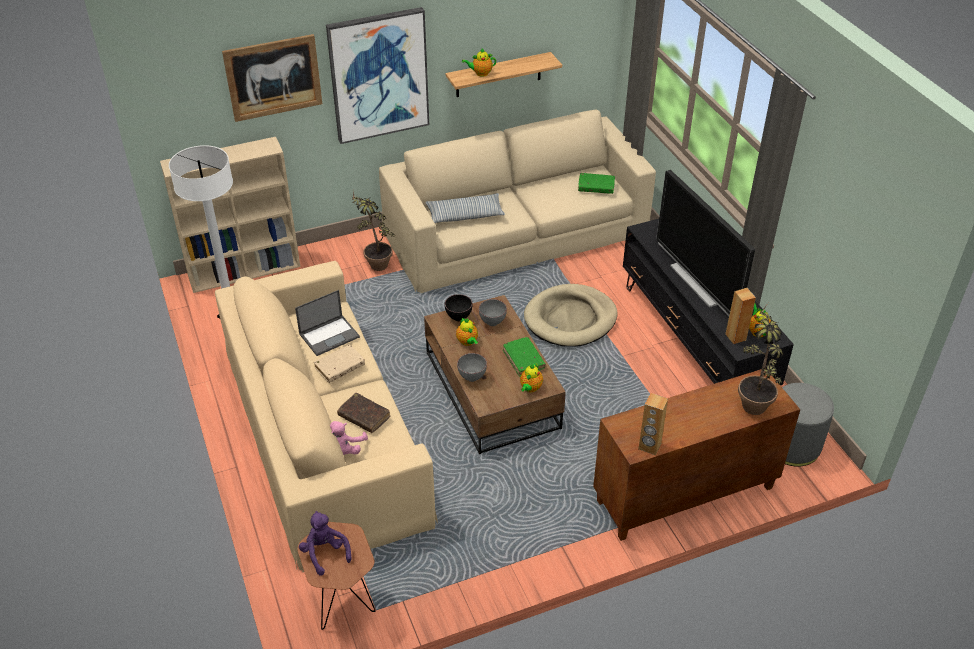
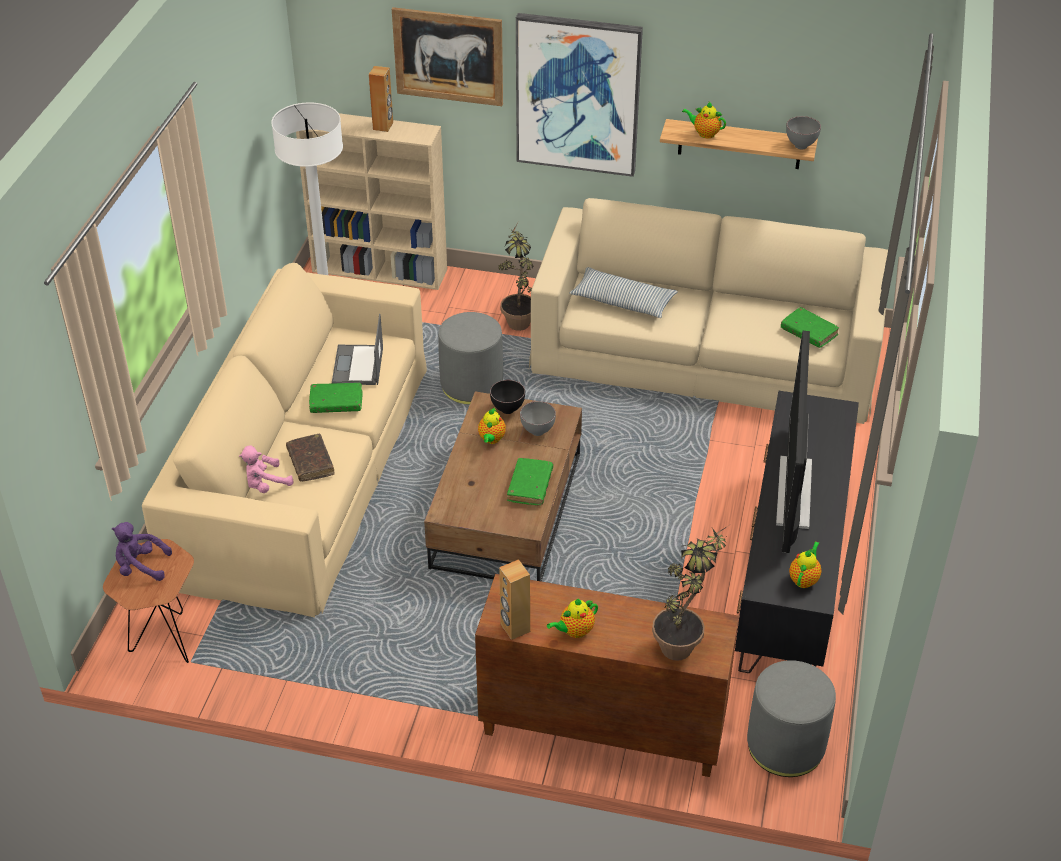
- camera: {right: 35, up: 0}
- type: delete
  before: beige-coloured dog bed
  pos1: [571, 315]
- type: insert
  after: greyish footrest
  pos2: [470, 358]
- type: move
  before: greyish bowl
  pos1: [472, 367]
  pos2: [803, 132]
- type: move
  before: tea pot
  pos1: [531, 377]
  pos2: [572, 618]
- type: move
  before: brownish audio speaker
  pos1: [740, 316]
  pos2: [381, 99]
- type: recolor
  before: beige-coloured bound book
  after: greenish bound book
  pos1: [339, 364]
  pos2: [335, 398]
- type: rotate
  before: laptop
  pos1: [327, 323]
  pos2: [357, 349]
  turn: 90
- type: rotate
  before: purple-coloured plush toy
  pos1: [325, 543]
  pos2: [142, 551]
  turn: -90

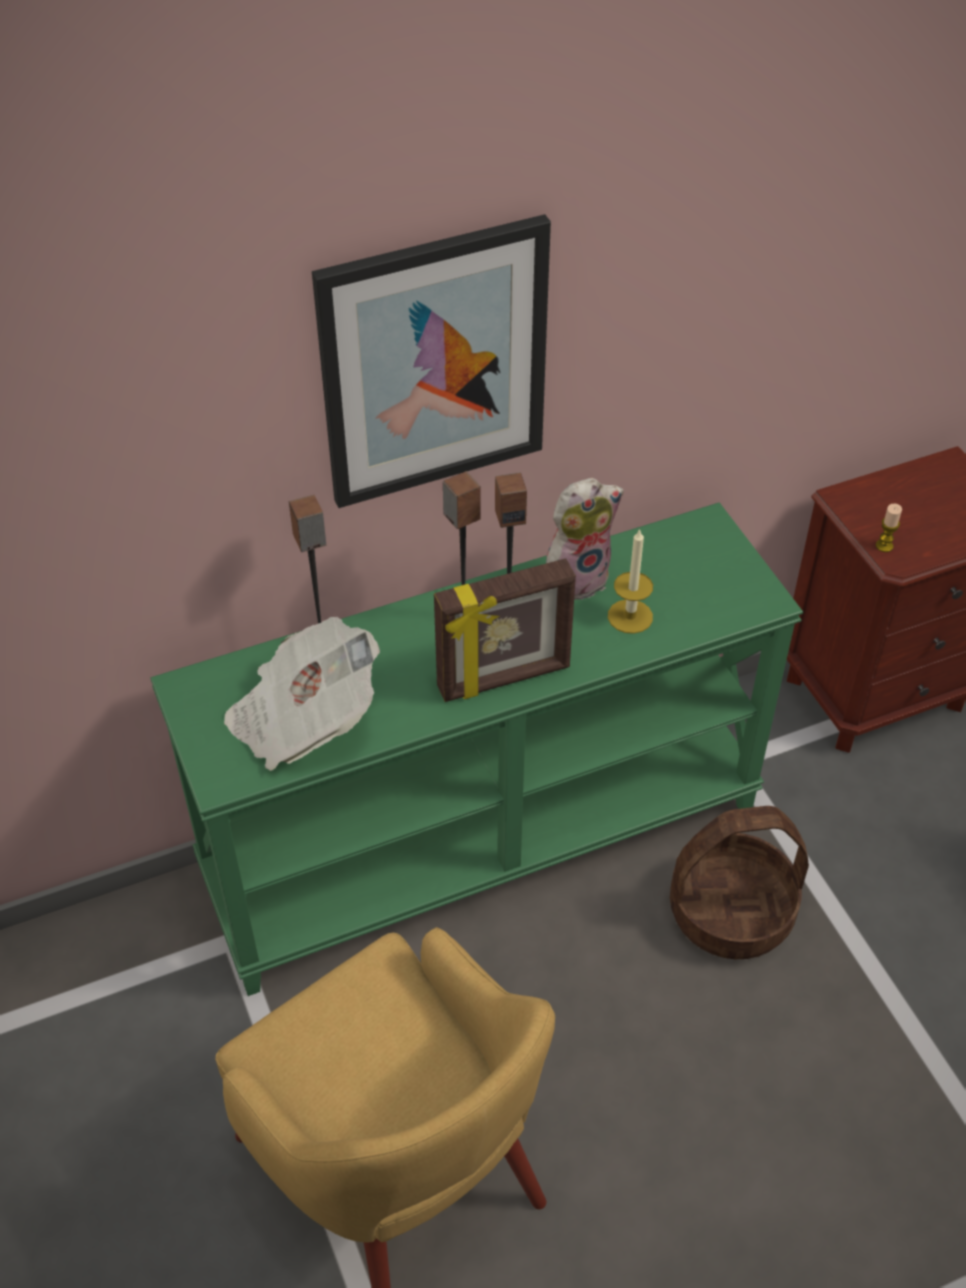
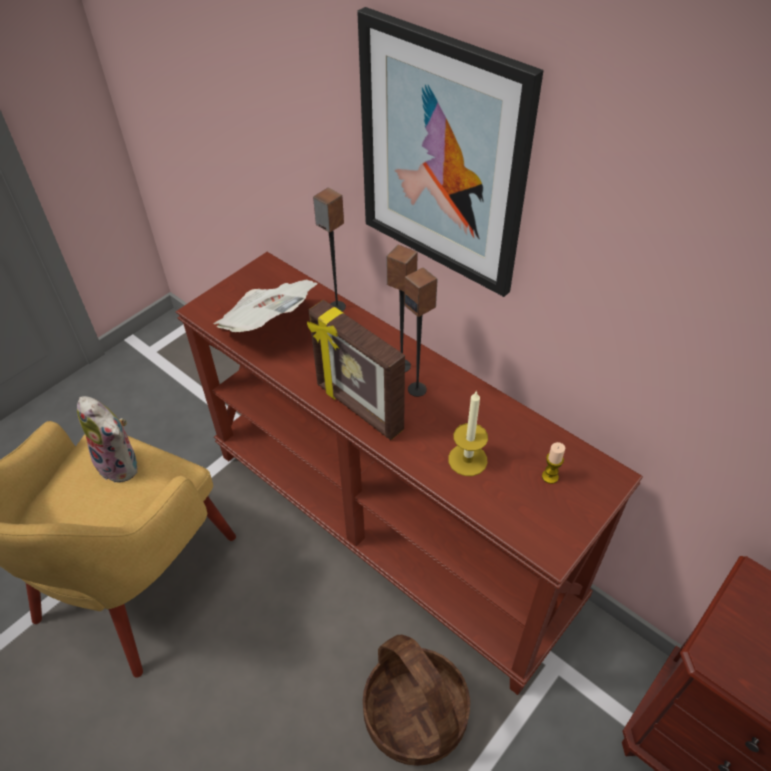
- camera: {right: 65, up: 0}
- type: move
  before: plush toy
  pos1: [585, 539]
  pos2: [107, 439]
- type: move
  before: candle
  pos1: [889, 528]
  pos2: [553, 463]
- type: recolor
  before: greenish hall table
  after: brownish hall table
  pos1: [476, 749]
  pos2: [409, 473]

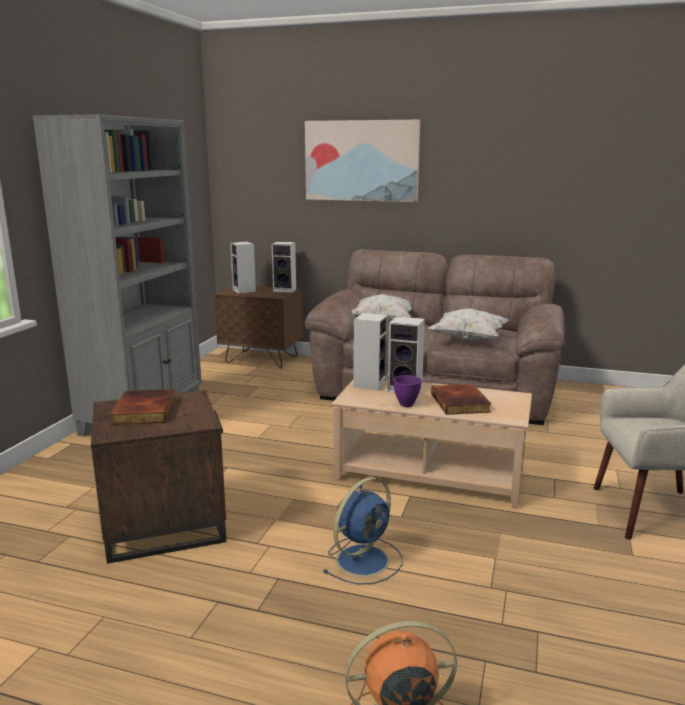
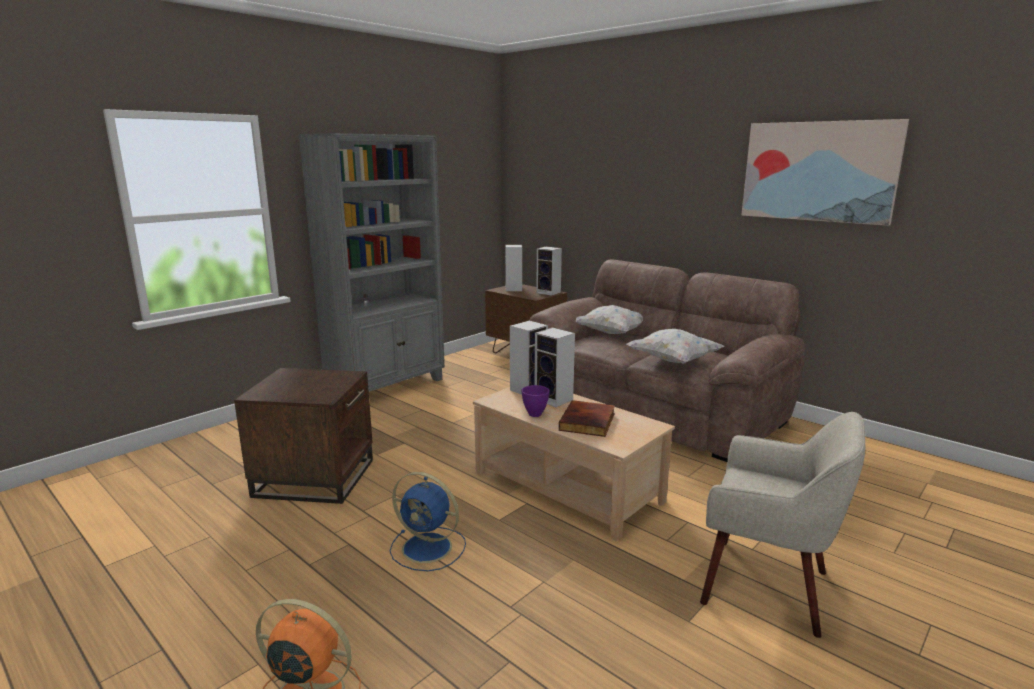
- camera: {right: 25, up: 0}
- type: delete
  before: bound book
  pos1: [142, 407]
- type: move
  before: wall art
  pos1: [362, 161]
  pos2: [825, 172]
- type: rotate
  before: blue-coloured cooling fan
  pos1: [363, 531]
  pos2: [428, 521]
  turn: 45

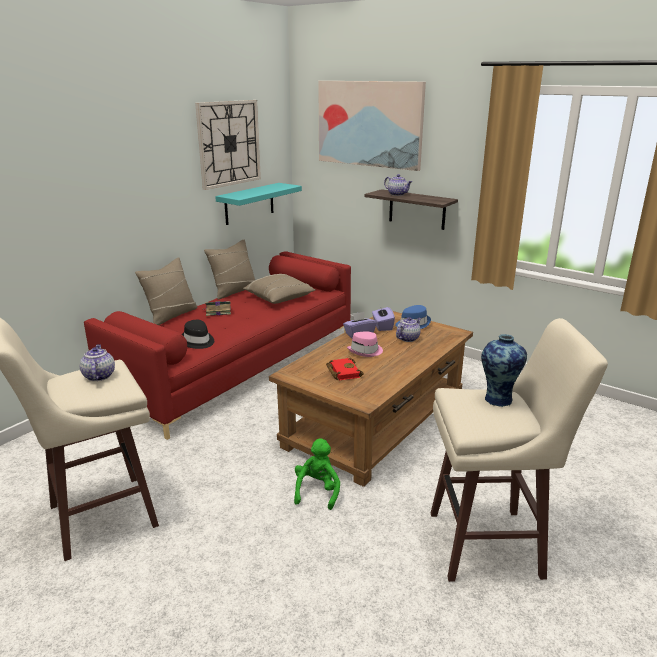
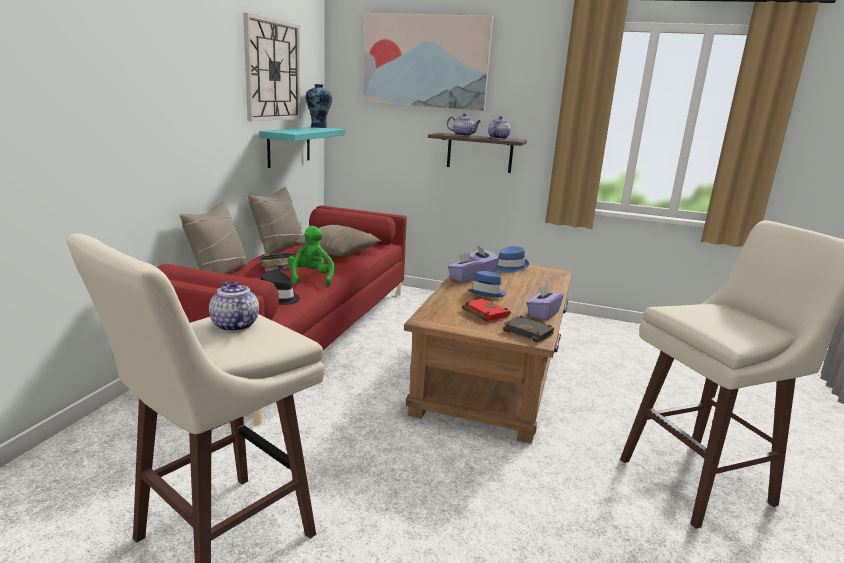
- camera: {right: -20, up: -5}
- type: insert
  after: black bound book
  pos2: [528, 329]
- type: insert
  after: purple-coloured box of tissues
  pos2: [545, 302]
- type: move
  before: greenish plush toy
  pos1: [317, 474]
  pos2: [310, 256]
- type: move
  before: tea pot
  pos1: [408, 329]
  pos2: [499, 127]
- type: move
  before: flower vase
  pos1: [504, 370]
  pos2: [319, 106]
- type: recolor
  before: pinkish wearable hat
  after: blue-coloured wearable hat
  pos1: [365, 344]
  pos2: [486, 284]

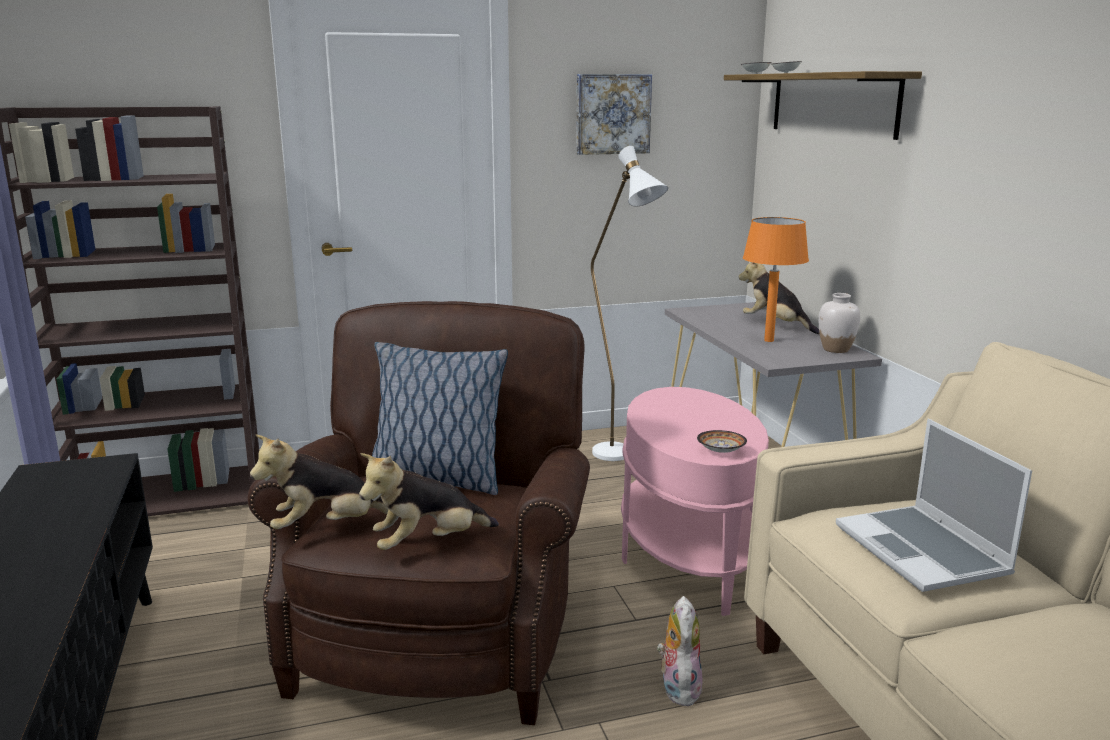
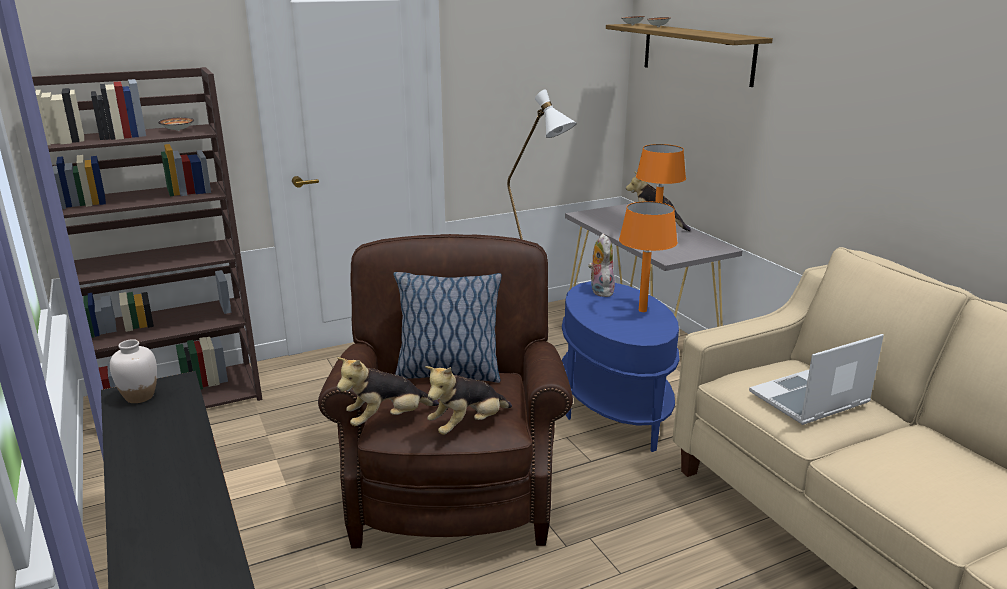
- camera: {right: -10, up: 5}
- type: delete
  before: wall art
  pos1: [614, 114]
- type: insert
  after: orange-coloured lamp for a table
  pos2: [648, 256]
- type: move
  before: plush toy
  pos1: [680, 651]
  pos2: [601, 265]
- type: move
  before: bowl
  pos1: [722, 441]
  pos2: [176, 124]
- type: move
  before: white-coloured flower vase
  pos1: [839, 323]
  pos2: [133, 371]
- type: recolor
  before: pinkish accent table
  after: blue-coloured accent table
  pos1: [695, 501]
  pos2: [620, 366]
- type: rotate
  before: laptop
  pos1: [934, 505]
  pos2: [816, 379]
  turn: 90

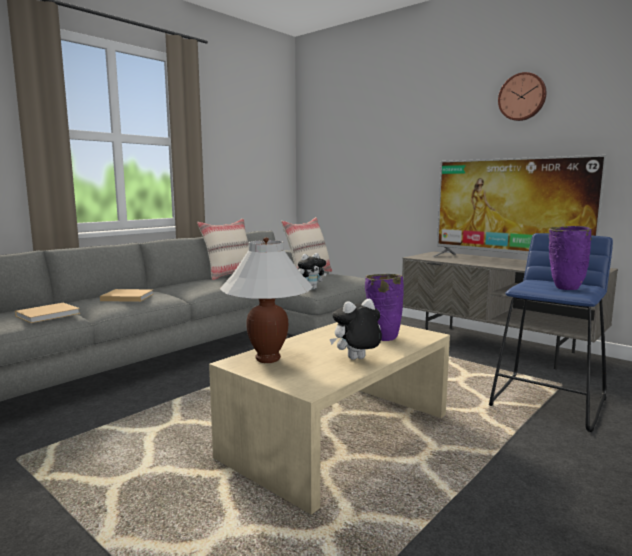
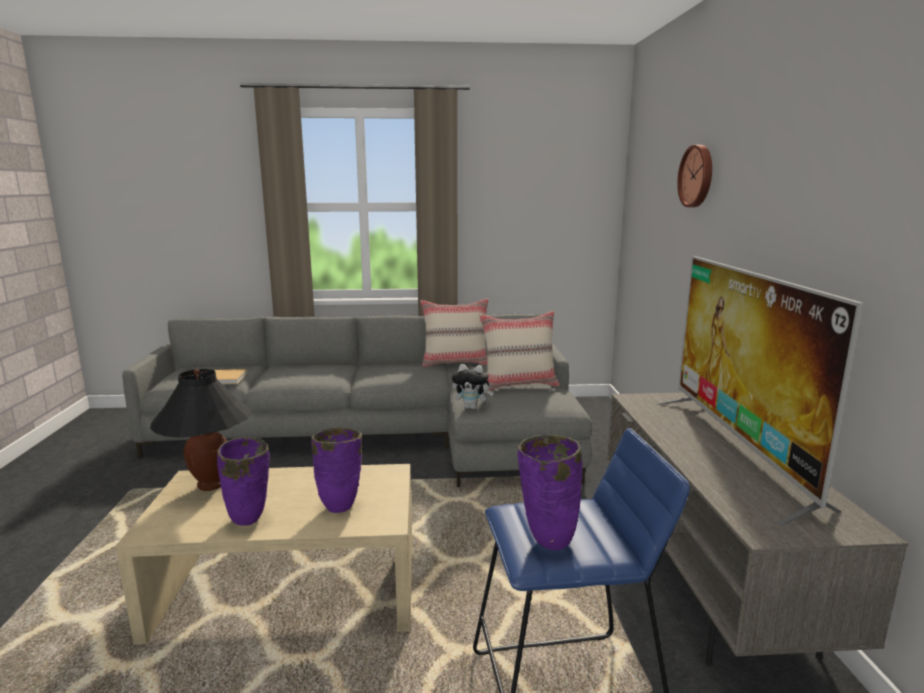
- camera: {right: 45, up: 5}
- type: delete
  before: beige-coloured bound book
  pos1: [126, 295]
- type: move
  before: clock on the wall
  pos1: [522, 96]
  pos2: [694, 176]
- type: replace
  before: plush toy
  after: purple-coloured flower vase
  pos1: [356, 329]
  pos2: [243, 481]
- type: recolor
  before: white-coloured lamp for a table
  after: black lamp for a table
  pos1: [266, 300]
  pos2: [201, 430]

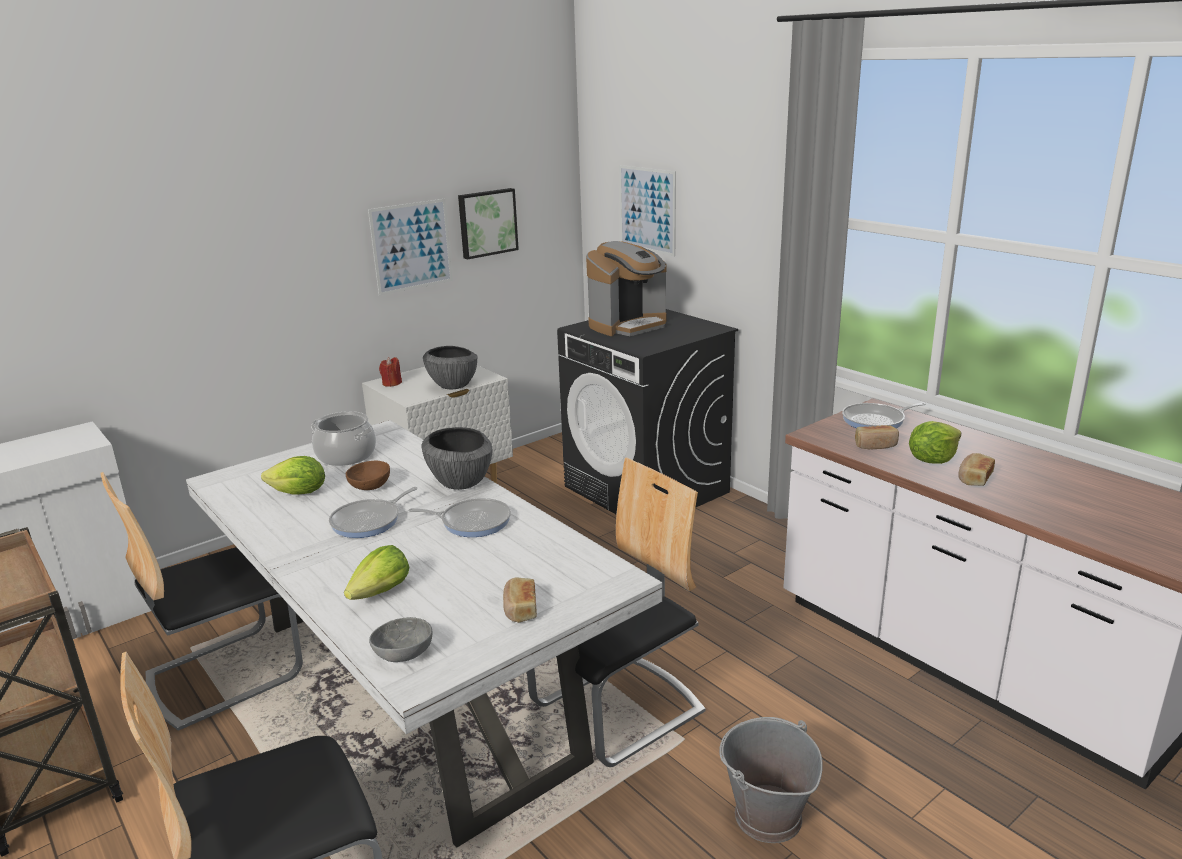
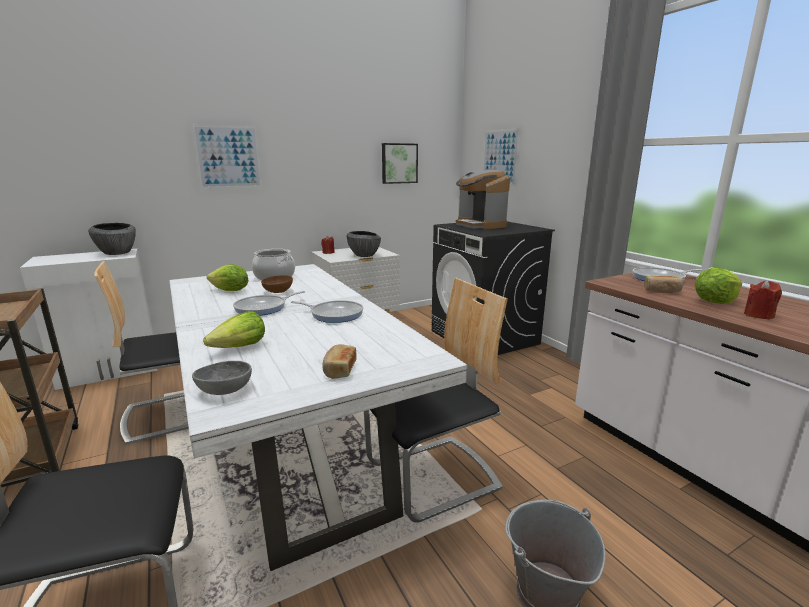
- camera: {right: 10, up: -5}
- type: move
  before: wall art
  pos1: [410, 247]
  pos2: [227, 157]
- type: move
  before: bowl
  pos1: [456, 458]
  pos2: [112, 239]
- type: replace
  before: baked bread
  after: reddish candle
  pos1: [976, 469]
  pos2: [763, 299]
- type: rotate
  before: coffee maker
  pos1: [626, 288]
  pos2: [483, 199]
  turn: 90

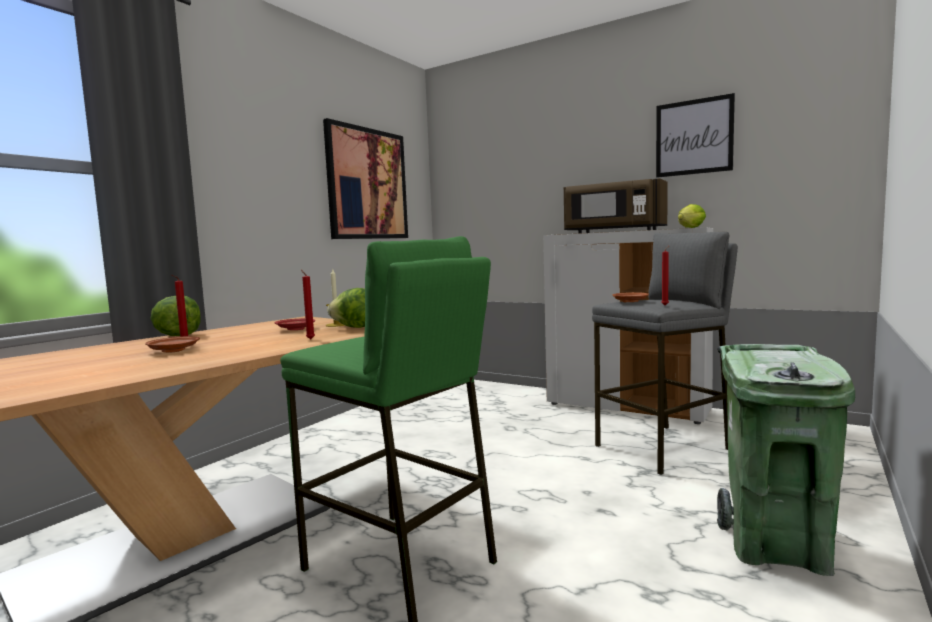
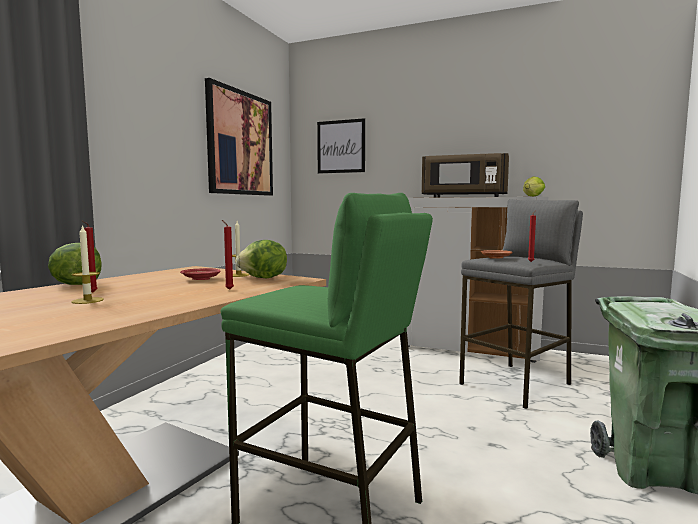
- camera: {right: -10, up: 0}
- type: move
  before: wall art
  pos1: [695, 135]
  pos2: [341, 146]
- type: replace
  before: brownish plate
  after: candle
  pos1: [172, 344]
  pos2: [87, 264]

